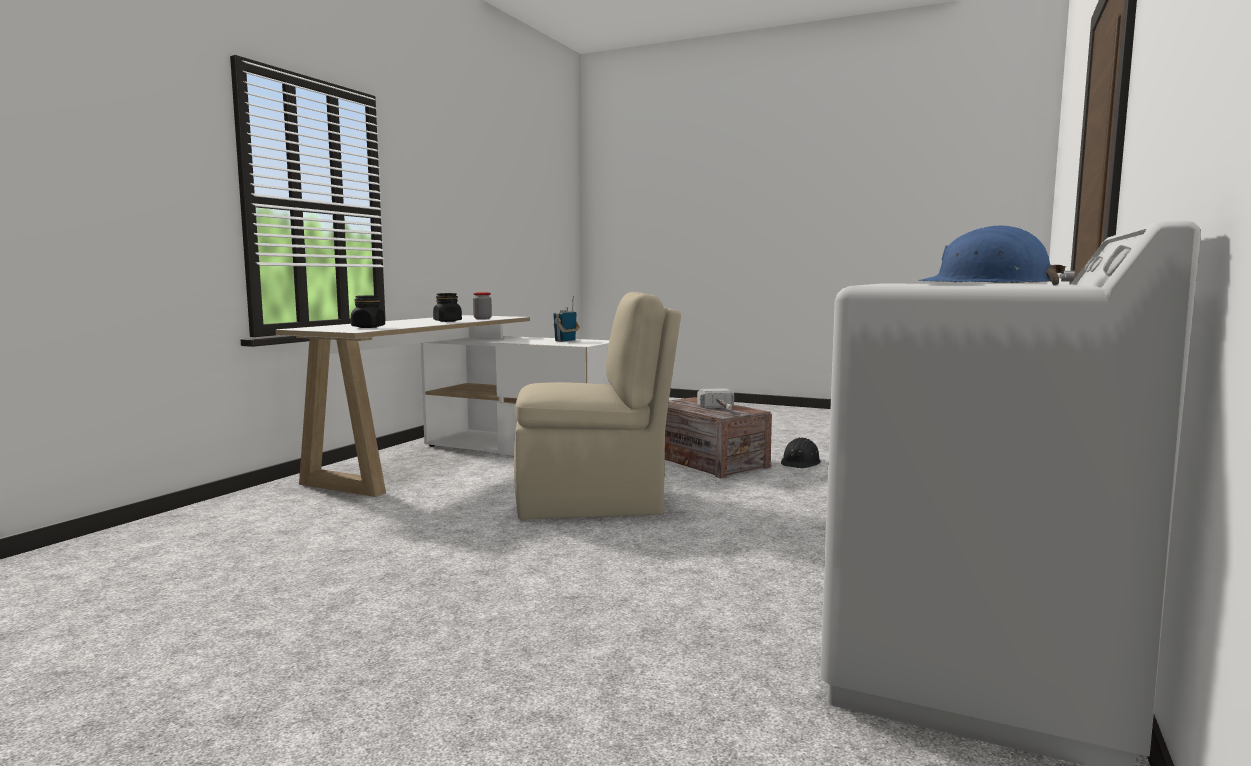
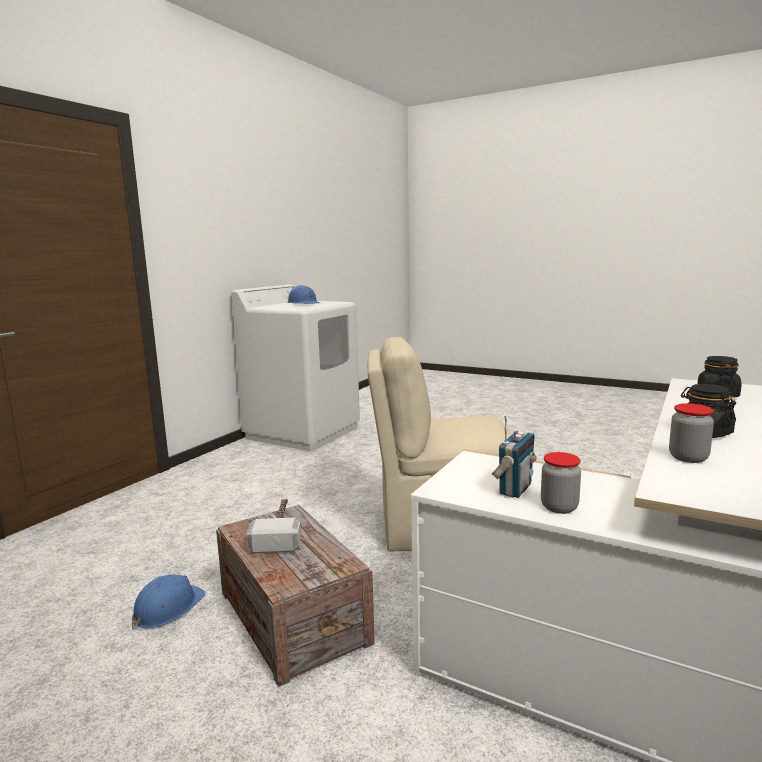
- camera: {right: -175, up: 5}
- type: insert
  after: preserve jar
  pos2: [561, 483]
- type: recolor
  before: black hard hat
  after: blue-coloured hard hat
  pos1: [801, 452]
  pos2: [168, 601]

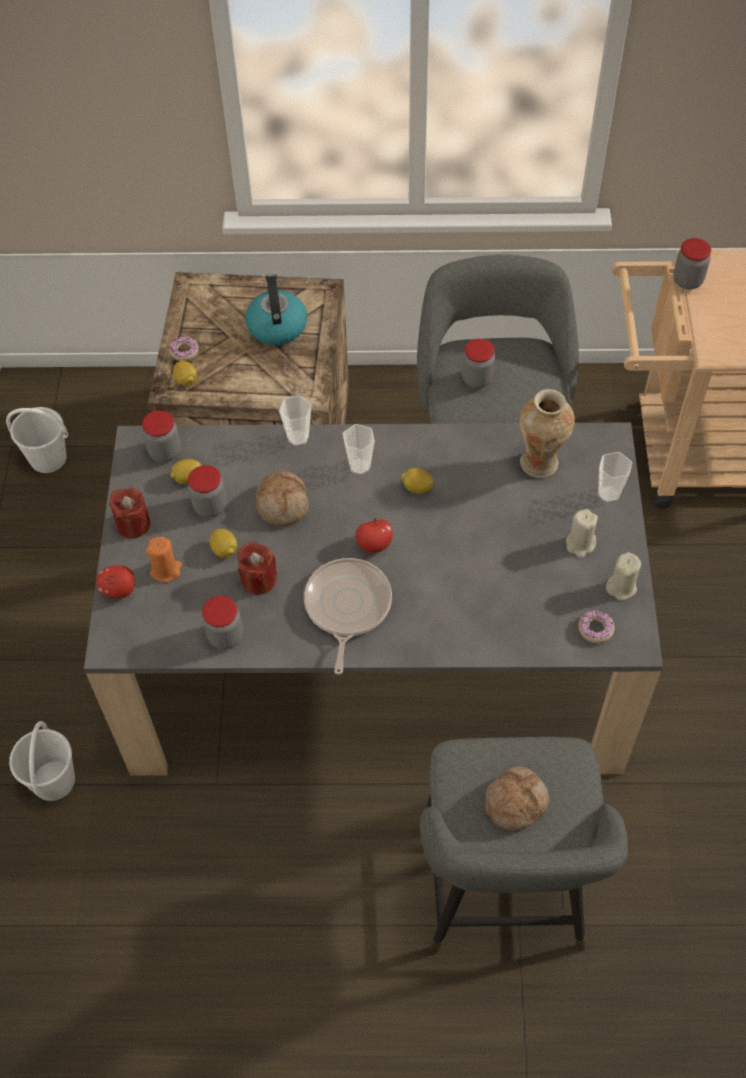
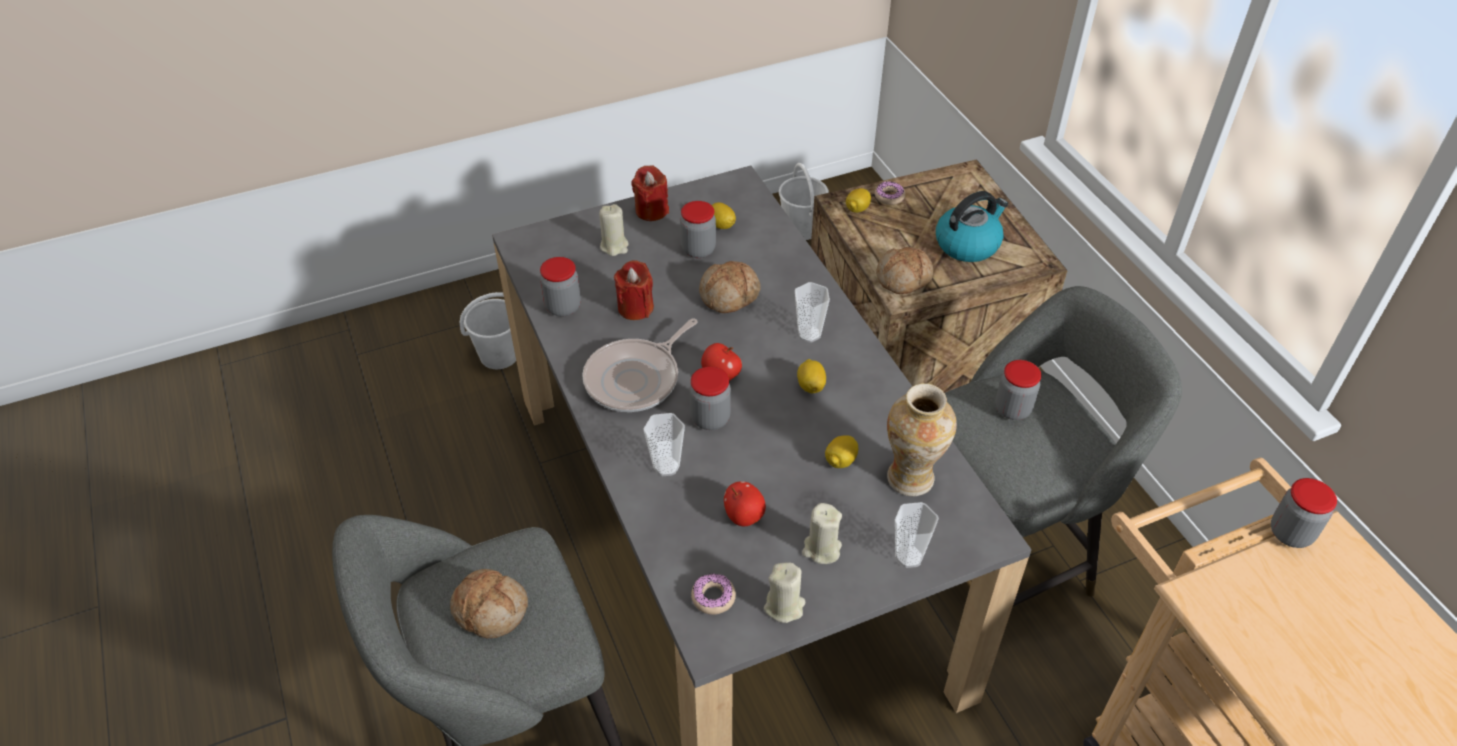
- camera: {right: 65, up: -10}
- type: insert
  after: baked bread
  pos2: [904, 270]
- type: move
  before: apple
  pos1: [115, 582]
  pos2: [745, 503]
- type: move
  before: preserve jar
  pos1: [161, 436]
  pos2: [710, 398]
- type: move
  before: lemon
  pos1: [223, 543]
  pos2: [841, 451]
- type: move
  before: drinking cup
  pos1: [295, 421]
  pos2: [664, 444]
- type: recolor
  before: orange-coloured candle
  after: beige-coloured candle
  pos1: [164, 559]
  pos2: [614, 230]
- type: rotate
  before: skillet
  pos1: [348, 616]
  pos2: [640, 365]
  turn: 150

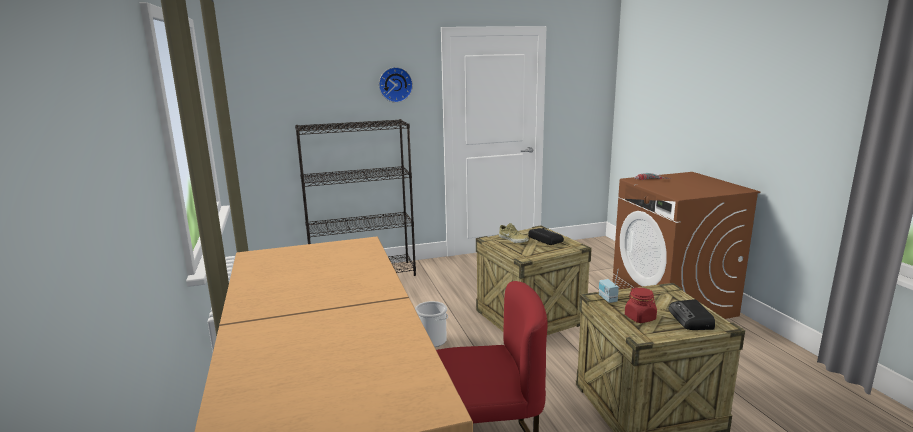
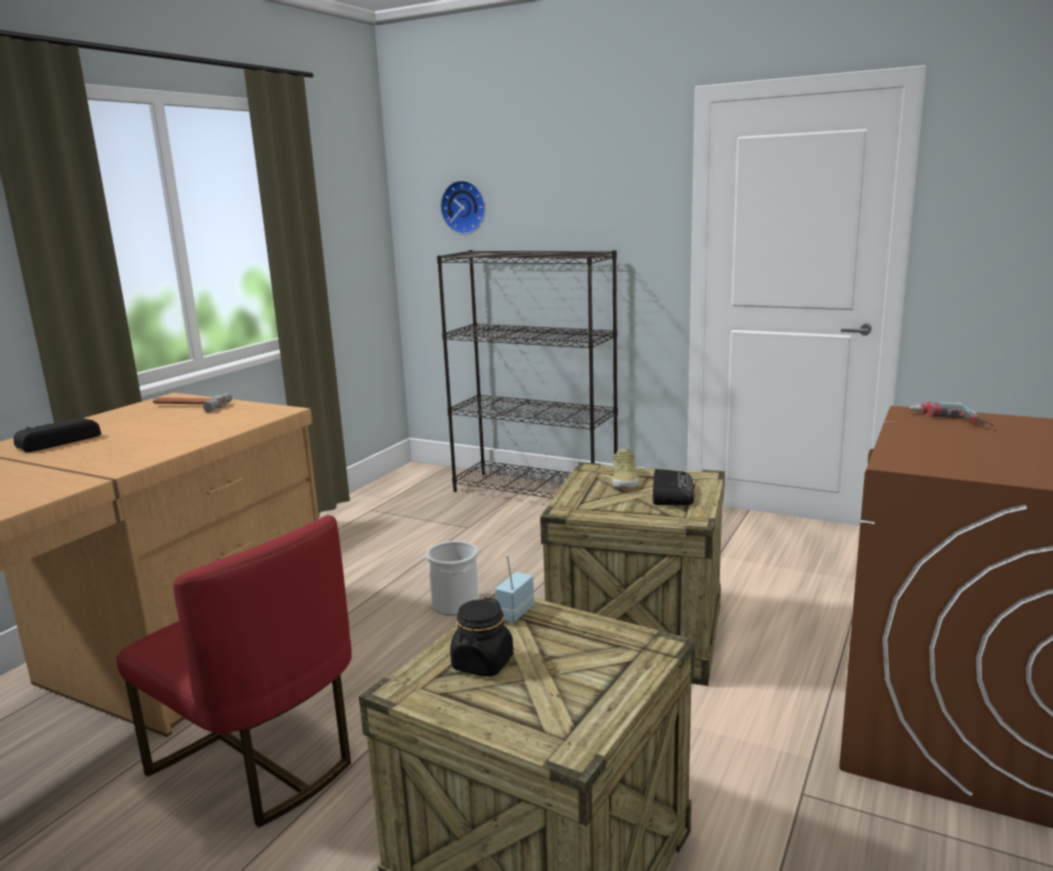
- camera: {right: 45, up: 0}
- type: insert
  after: hand hammer
  pos2: [192, 403]
- type: move
  before: clock on the wall
  pos1: [396, 85]
  pos2: [462, 207]
- type: move
  before: radio set
  pos1: [691, 314]
  pos2: [57, 435]
- type: recolor
  before: reddish preserve jar
  after: black preserve jar
  pos1: [641, 305]
  pos2: [481, 637]

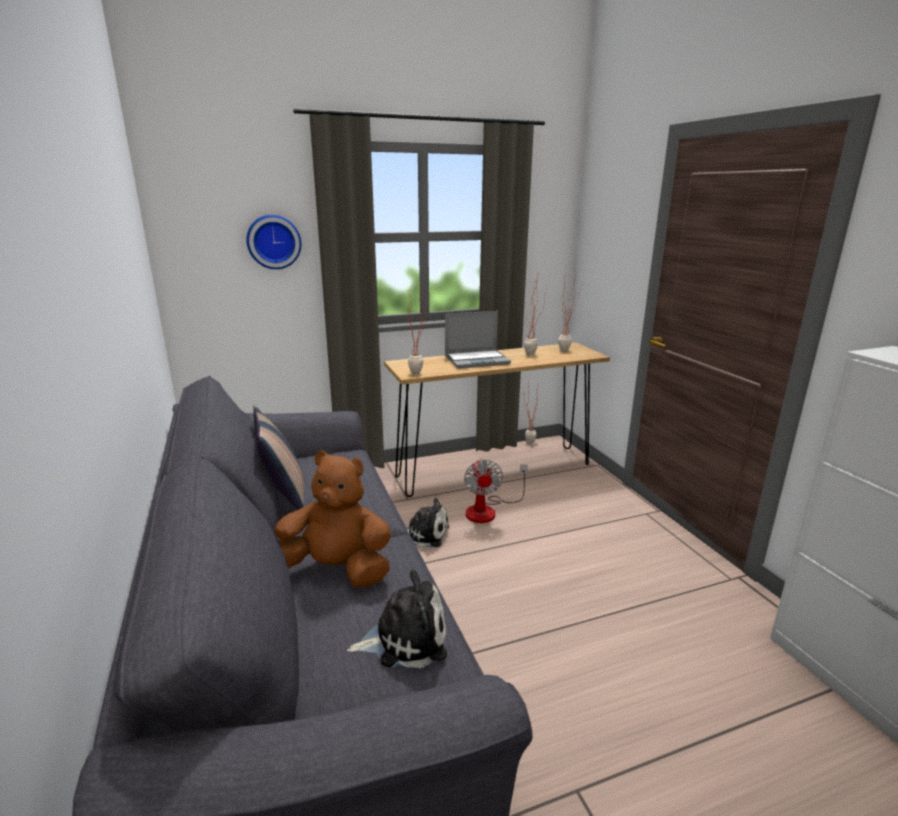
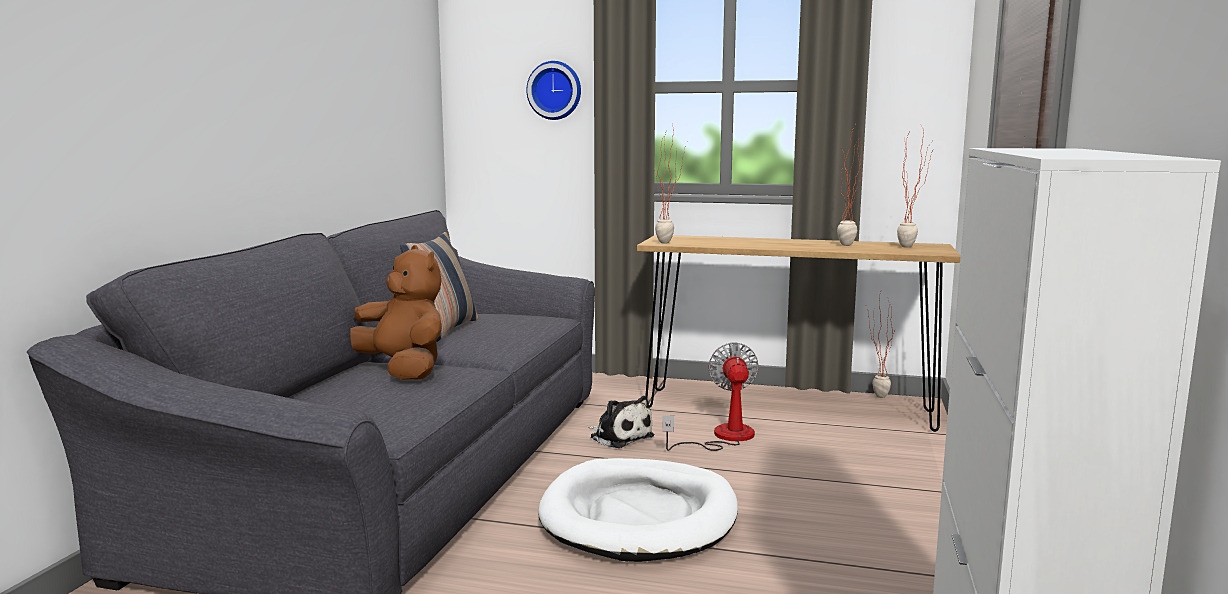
- camera: {right: 35, up: -10}
- type: delete
  before: plush toy
  pos1: [397, 619]
- type: delete
  before: laptop
  pos1: [478, 340]
- type: insert
  after: white-coloured dog bed
  pos2: [638, 510]
- type: rotate
  before: cooling fan
  pos1: [496, 491]
  pos2: [710, 396]
  turn: 150

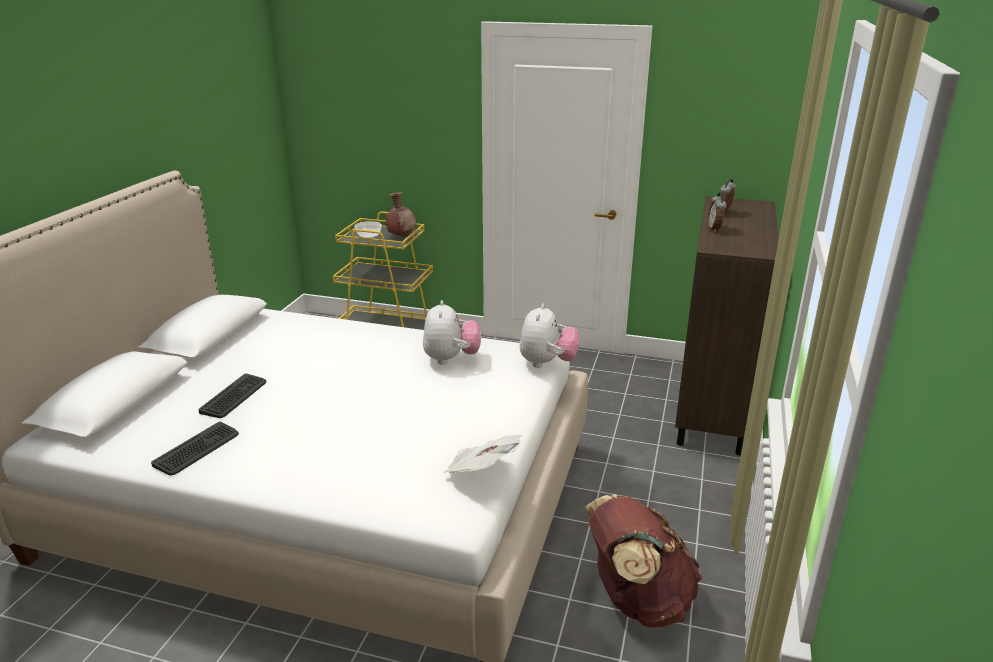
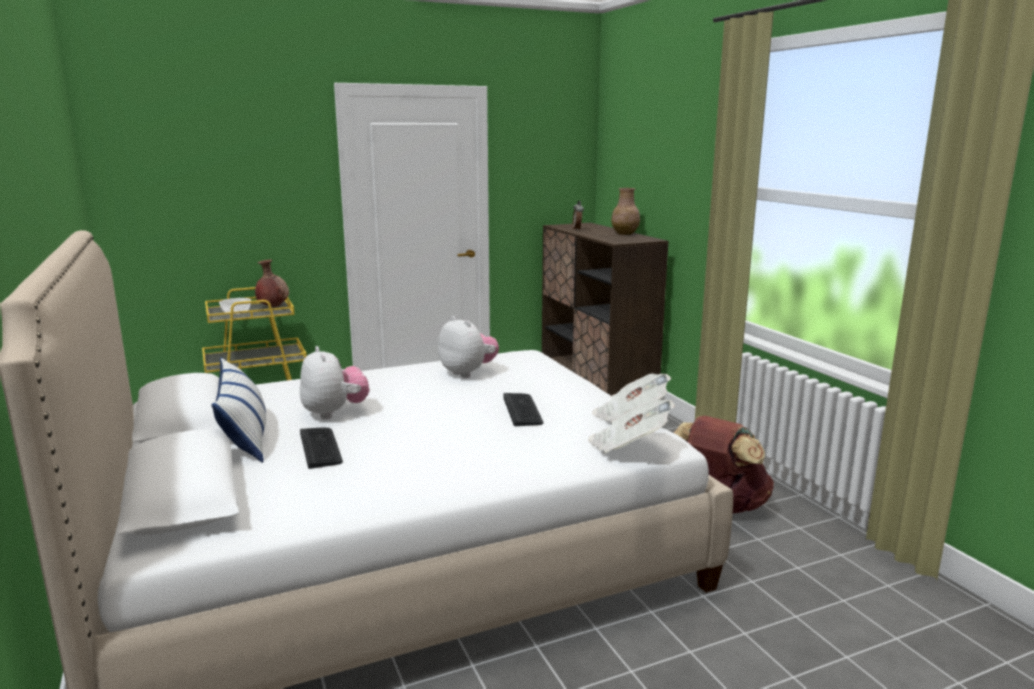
- camera: {right: -40, up: -10}
- type: delete
  before: table clock
  pos1: [717, 212]
- type: insert
  after: pillow
  pos2: [238, 410]
- type: insert
  after: newspaper
  pos2: [631, 426]
- type: insert
  after: brownish flower vase
  pos2: [625, 211]
- type: move
  before: PC keyboard
  pos1: [195, 449]
  pos2: [523, 409]
- type: move
  before: plush toy
  pos1: [550, 335]
  pos2: [334, 382]

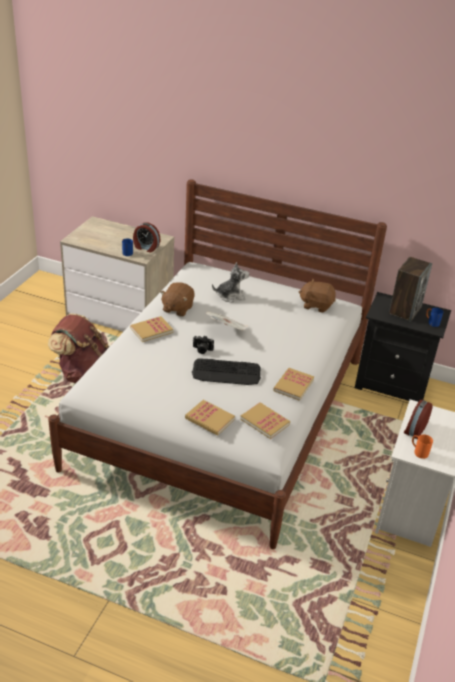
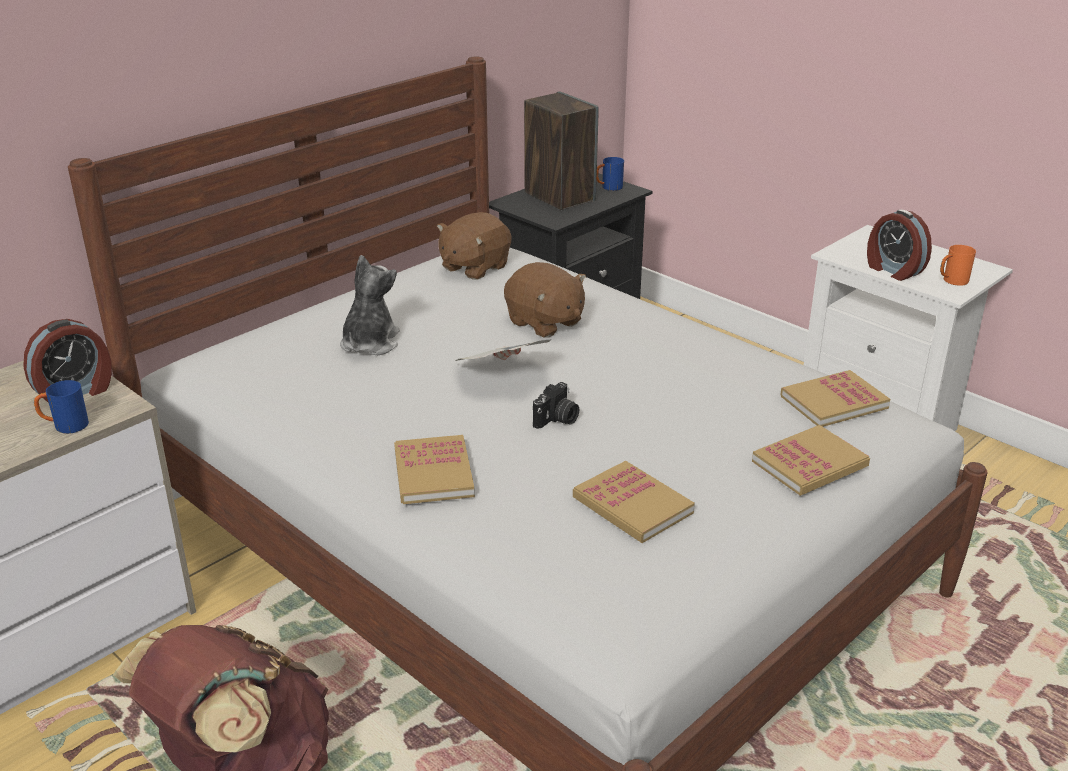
- camera: {right: -65, up: -5}
- type: delete
  before: PC keyboard
  pos1: [226, 371]
- type: move
  before: brownish plush toy
  pos1: [177, 299]
  pos2: [545, 300]
- type: move
  before: bound book
  pos1: [293, 384]
  pos2: [634, 502]

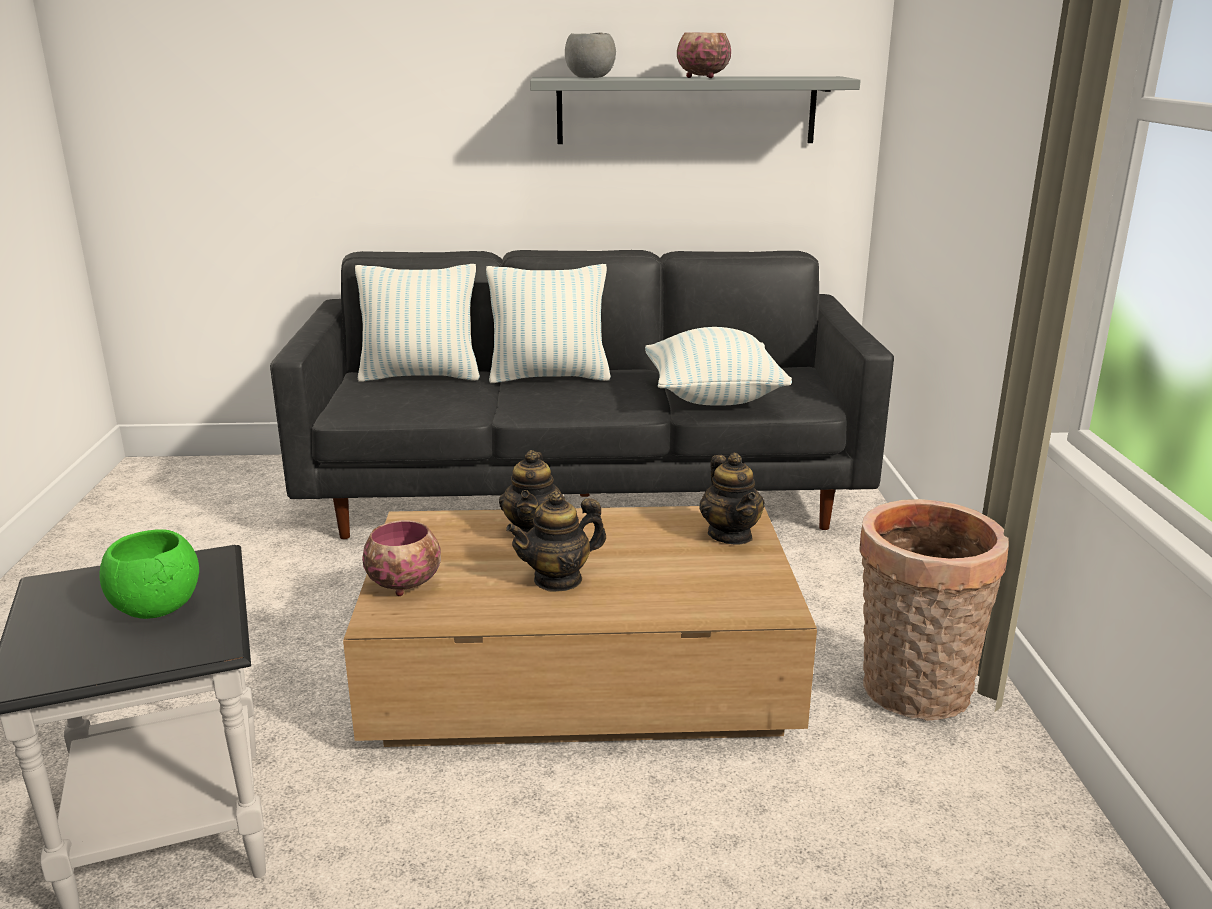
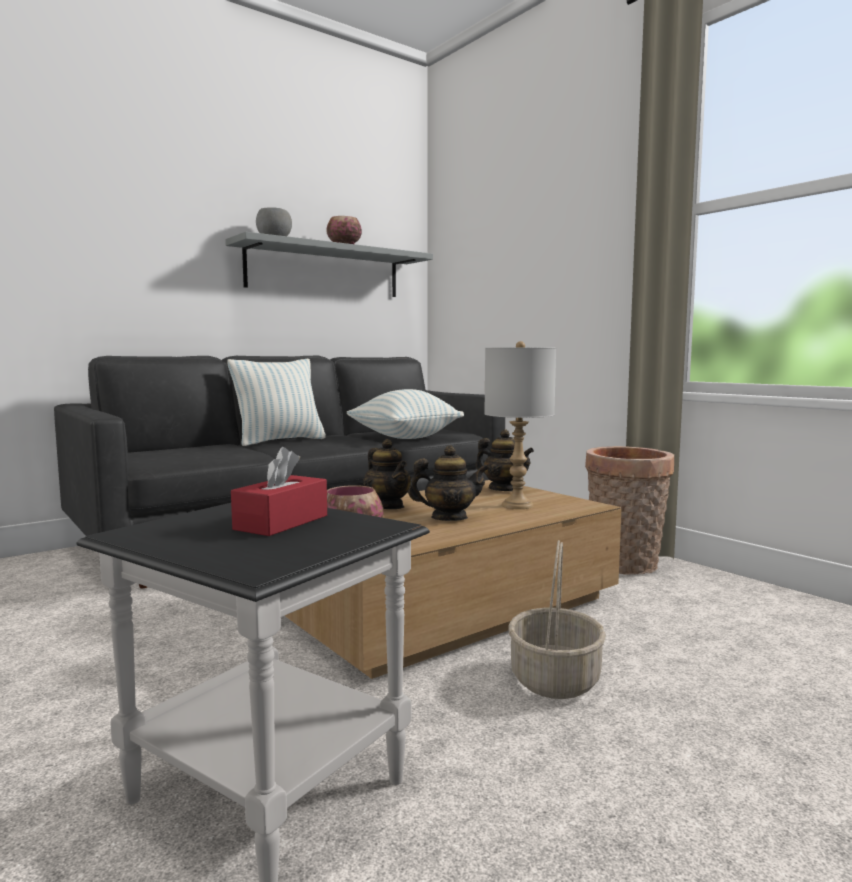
- camera: {right: -35, up: -15}
- type: delete
  before: pillow
  pos1: [417, 323]
- type: insert
  after: greyish lamp for a table
  pos2: [520, 425]
- type: insert
  after: storage basket
  pos2: [557, 619]
- type: replace
  before: greenish bowl
  after: reddish box of tissues
  pos1: [149, 574]
  pos2: [279, 491]
- type: rotate
  before: tea pot
  pos1: [556, 541]
  pos2: [448, 483]
  turn: -120

